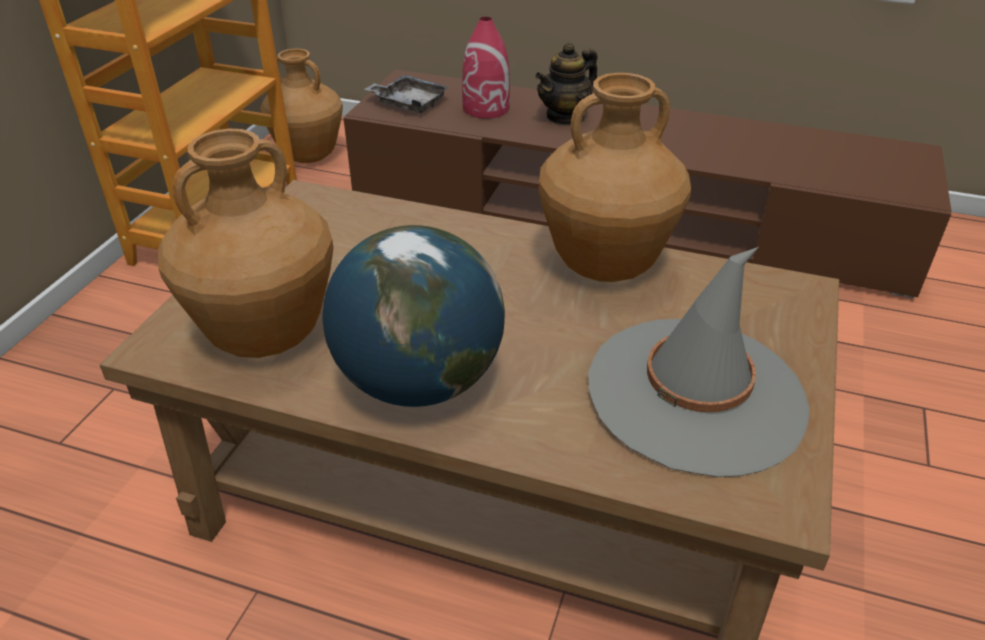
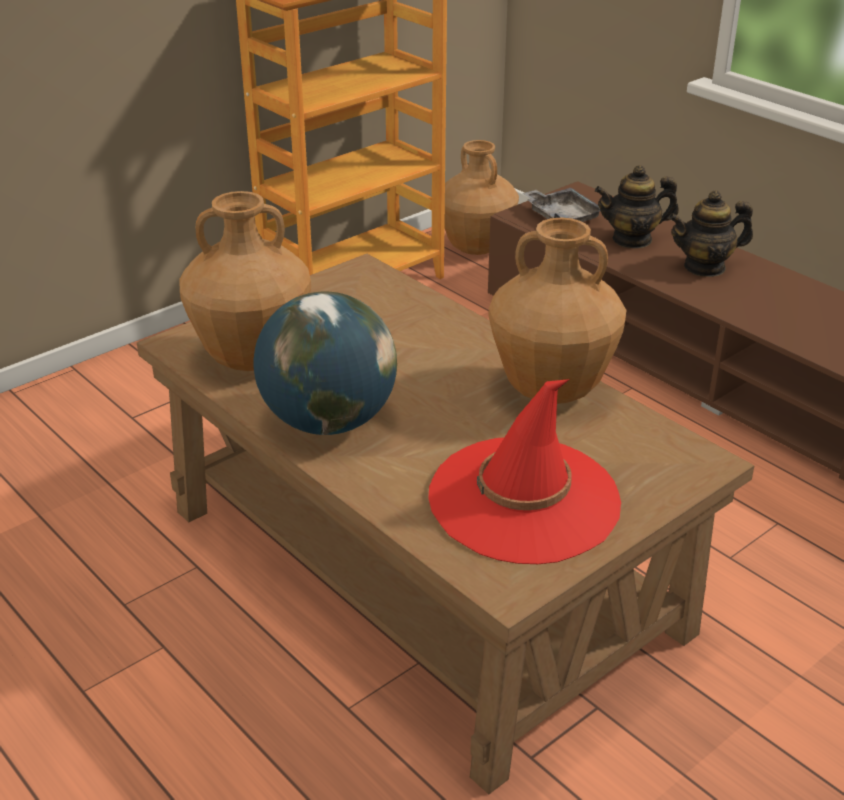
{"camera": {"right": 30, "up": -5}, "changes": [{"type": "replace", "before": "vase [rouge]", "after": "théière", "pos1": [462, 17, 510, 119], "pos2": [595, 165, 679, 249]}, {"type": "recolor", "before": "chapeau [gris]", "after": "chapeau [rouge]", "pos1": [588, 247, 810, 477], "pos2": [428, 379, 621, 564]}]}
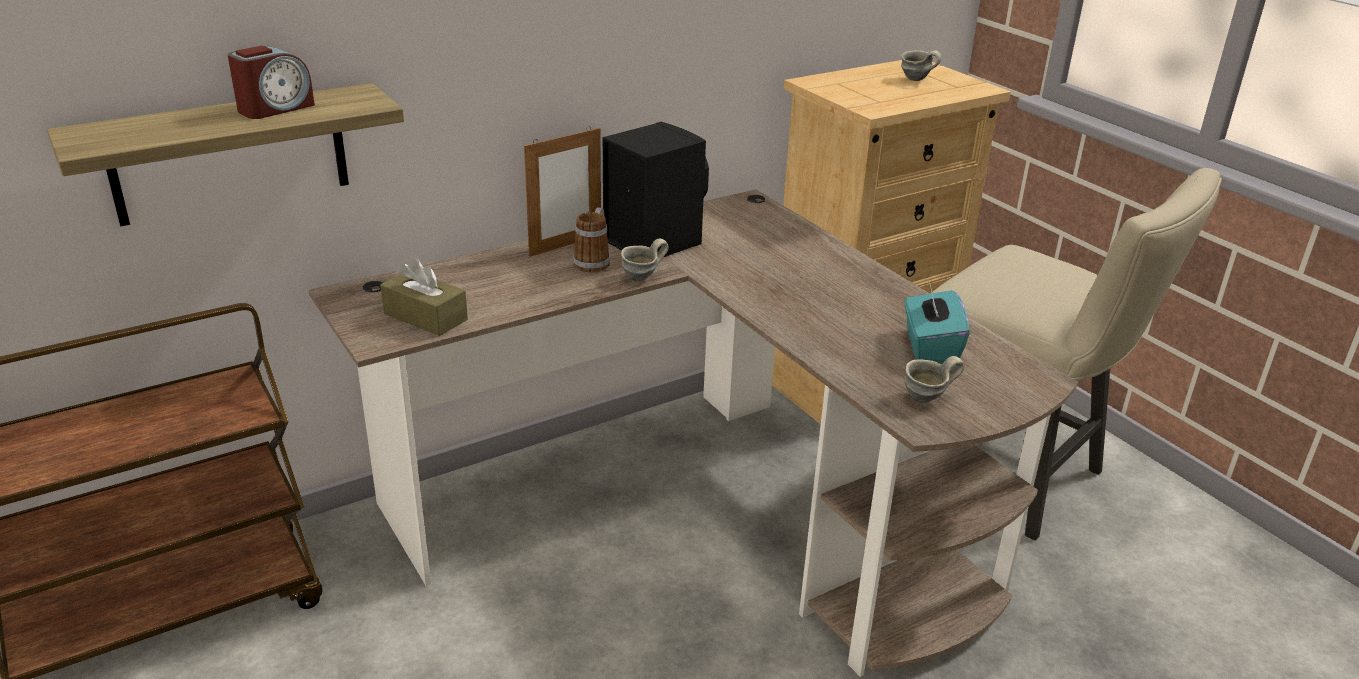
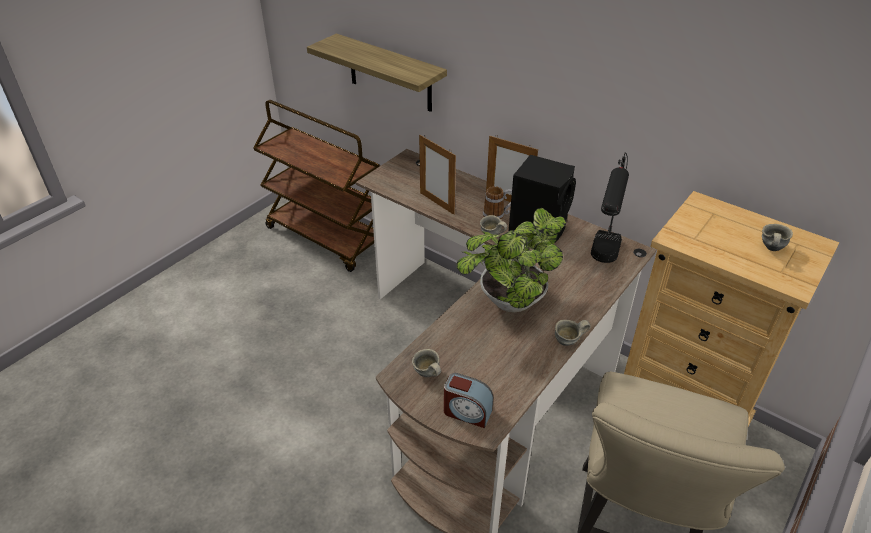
{"camera": {"right": 70, "up": 10}, "changes": [{"type": "delete", "before": "boîte à mouchoirs [marron]", "pos1": [380, 259, 468, 336]}, {"type": "delete", "before": "boîte à mouchoirs [turquoise]", "pos1": [905, 285, 970, 363]}, {"type": "insert", "after": "cadre photo", "pos2": [419, 135, 456, 215]}, {"type": "insert", "after": "plante en pot", "pos2": [457, 208, 566, 312]}, {"type": "insert", "after": "mug [gris]", "pos2": [555, 320, 591, 346]}, {"type": "insert", "after": "lampe de table [noir]", "pos2": [591, 152, 629, 263]}, {"type": "move", "before": "réveil", "pos1": [228, 45, 315, 119], "pos2": [444, 373, 493, 428]}]}
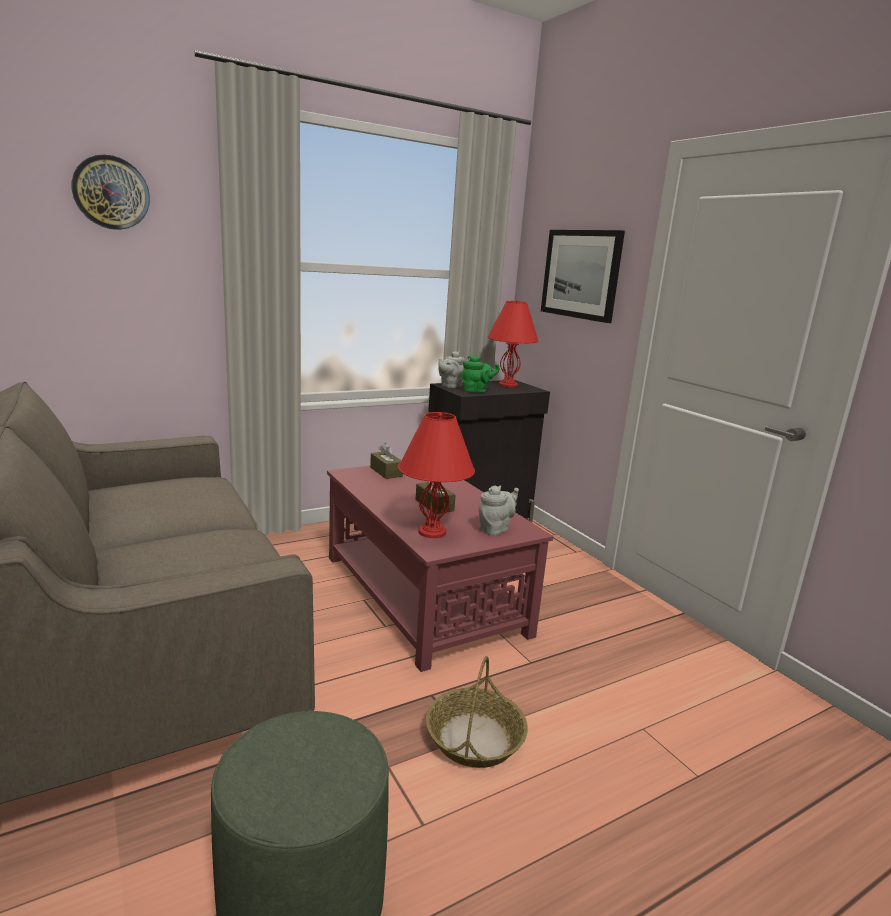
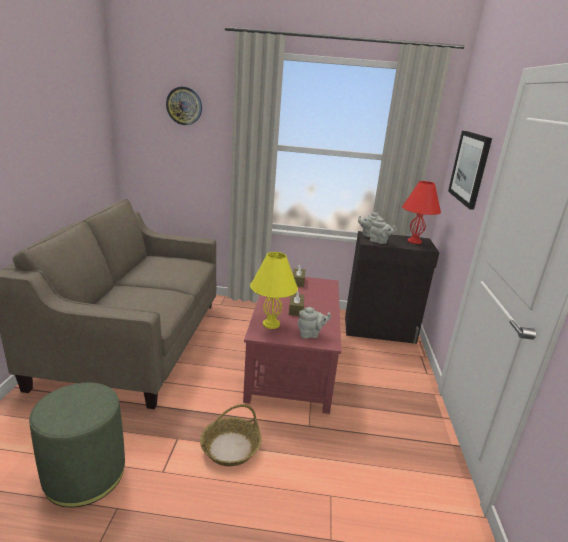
{"camera": {"right": 35, "up": 5}, "changes": [{"type": "recolor", "before": "lampe de table [rouge]", "after": "lampe de table [jaune]", "pos1": [398, 412, 475, 538], "pos2": [250, 252, 298, 329]}, {"type": "recolor", "before": "théière [vert]", "after": "théière [gris]", "pos1": [461, 356, 500, 393], "pos2": [370, 217, 397, 244]}]}
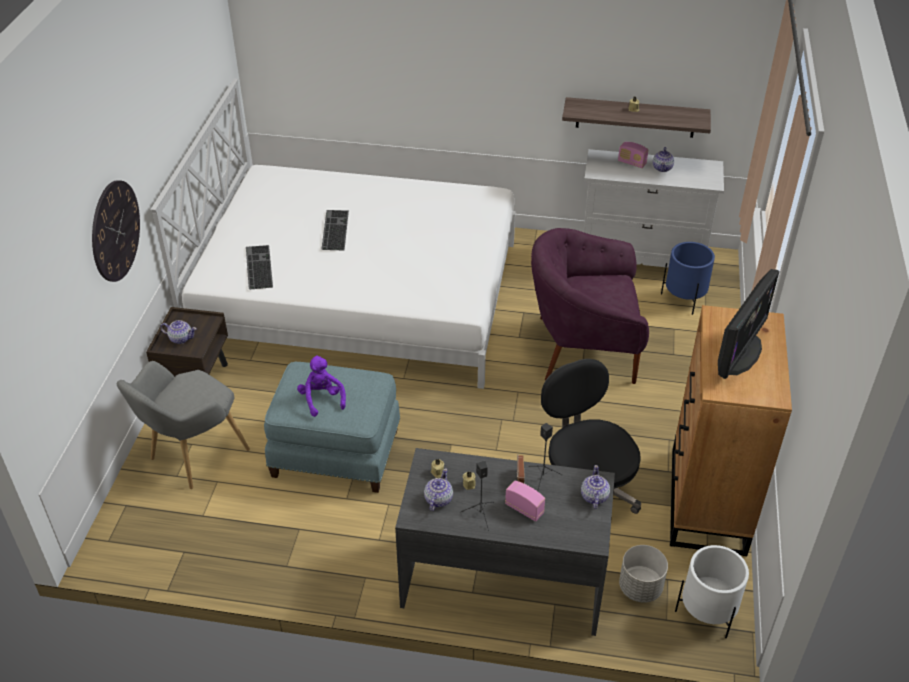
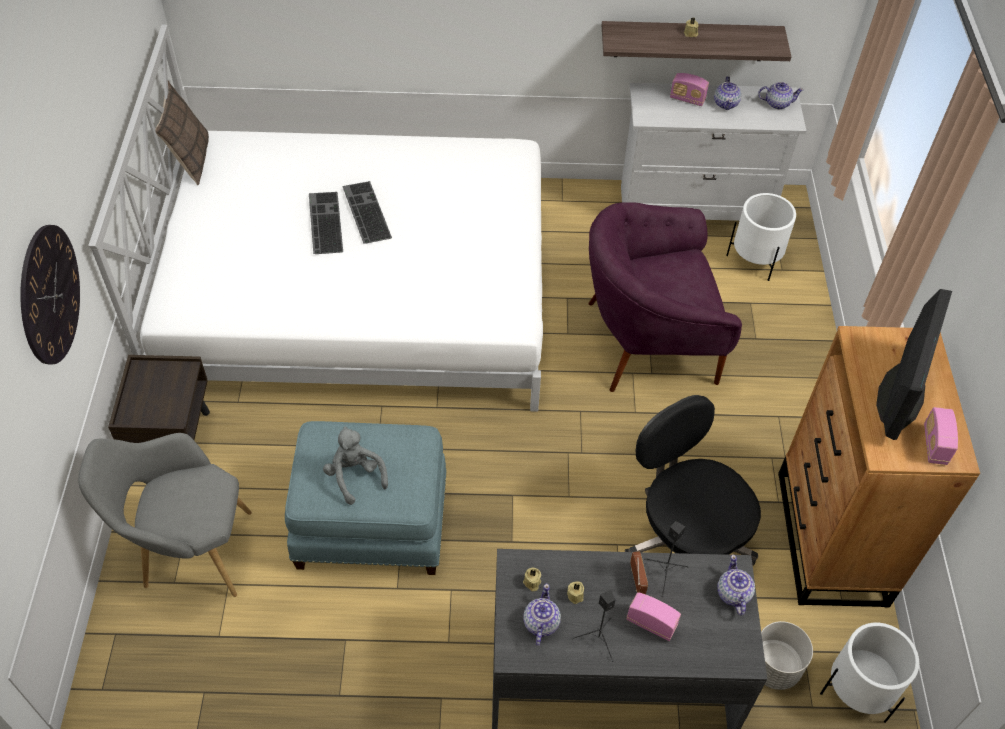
{"camera": {"right": -10, "up": 10}, "changes": [{"type": "insert", "after": "coussin", "pos2": [155, 81, 209, 185]}, {"type": "insert", "after": "radio", "pos2": [924, 407, 958, 465]}, {"type": "move", "before": "théière", "pos1": [160, 320, 197, 344], "pos2": [758, 82, 804, 109]}, {"type": "move", "before": "clavier", "pos1": [246, 245, 273, 289], "pos2": [342, 181, 392, 244]}, {"type": "recolor", "before": "peluche [violet]", "after": "peluche [gris]", "pos1": [297, 355, 346, 417], "pos2": [323, 426, 388, 505]}, {"type": "recolor", "before": "cache-pot [bleu]", "after": "cache-pot [blanc]", "pos1": [661, 242, 715, 315], "pos2": [726, 193, 796, 281]}, {"type": "rotate", "before": "fauteuil [gris]", "pos1": [117, 361, 250, 489], "pos2": [78, 433, 252, 597], "turn": 60}]}
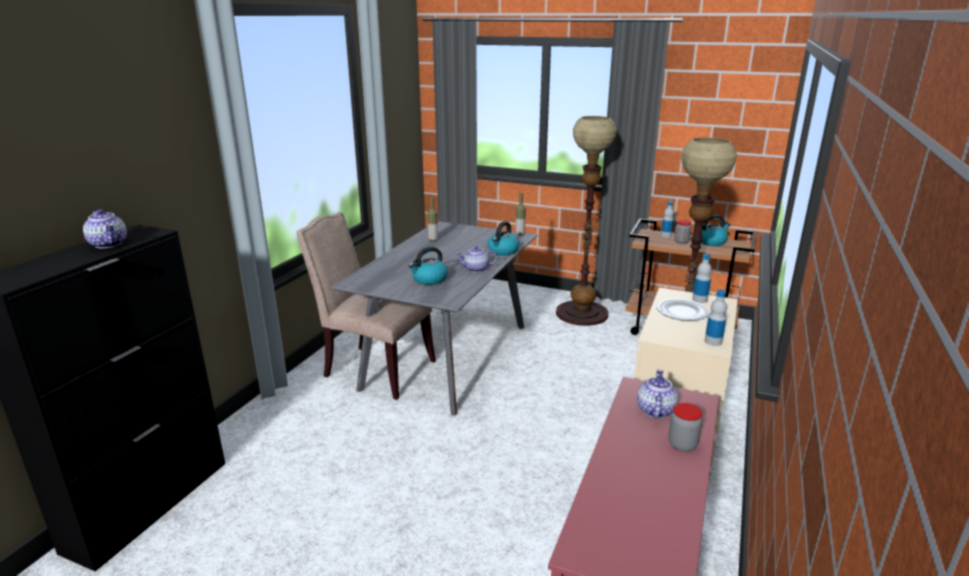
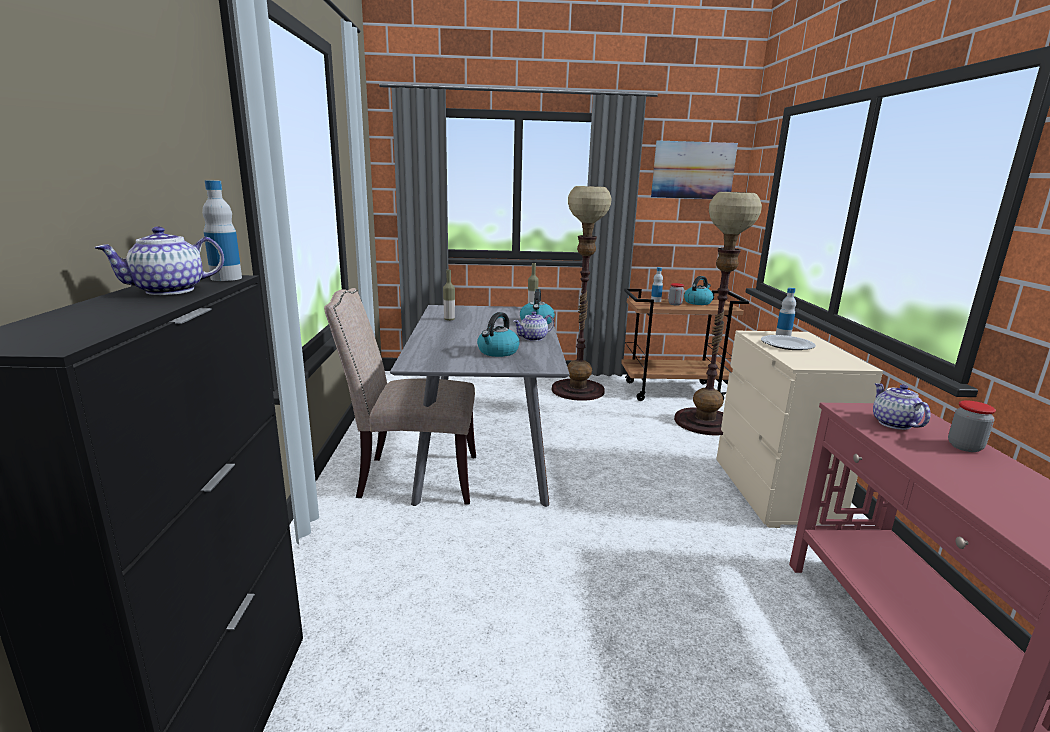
{"camera": {"right": -25, "up": -5}, "changes": [{"type": "insert", "after": "tableau", "pos2": [651, 140, 738, 199]}, {"type": "move", "before": "bouteille", "pos1": [705, 289, 727, 346], "pos2": [202, 180, 242, 281]}, {"type": "rotate", "before": "théière", "pos1": [83, 209, 127, 248], "pos2": [94, 226, 224, 295], "turn": 120}]}
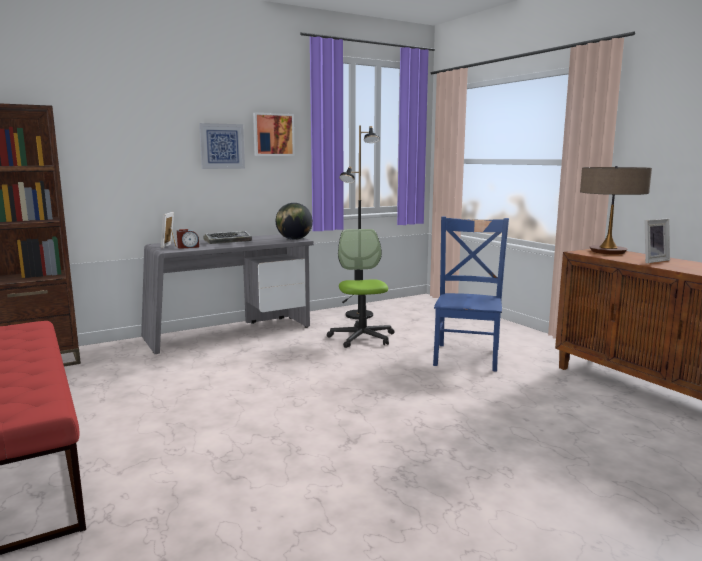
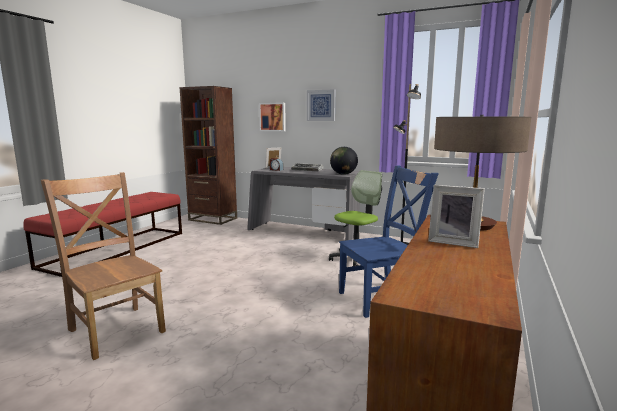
{"camera": {"right": 55, "up": 0}, "changes": [{"type": "insert", "after": "chaise [marron]", "pos2": [41, 172, 166, 360]}, {"type": "move", "before": "tableau", "pos1": [253, 113, 295, 156], "pos2": [259, 103, 286, 131]}]}
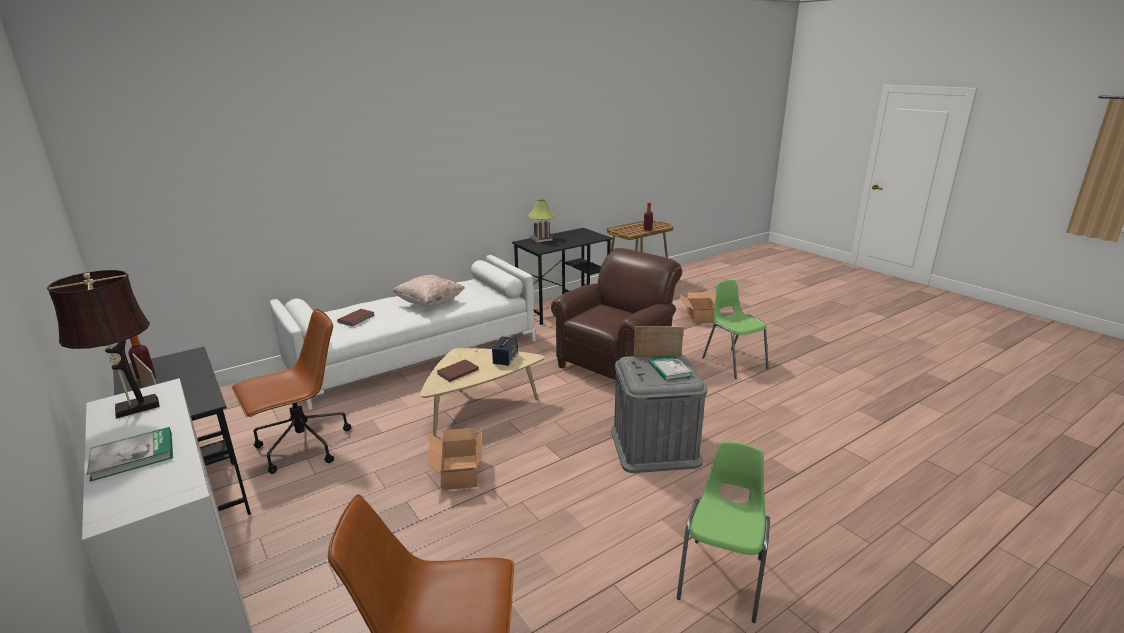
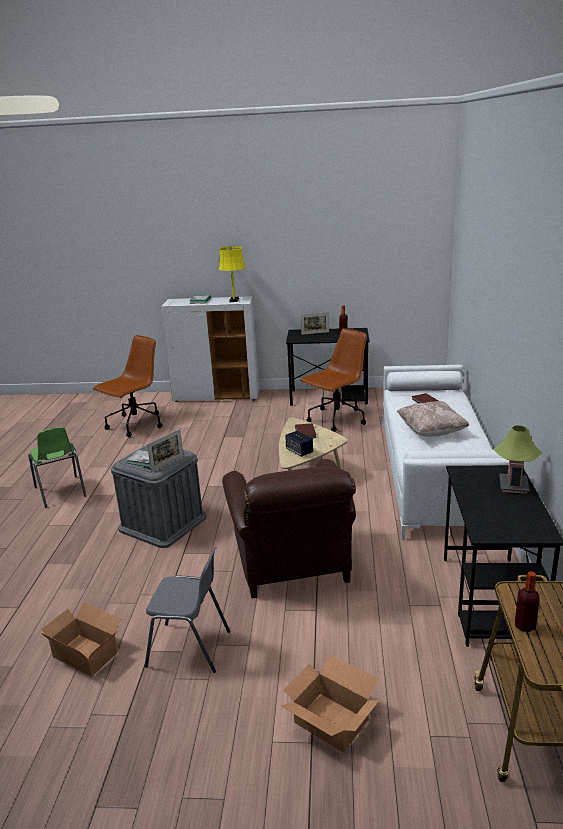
{"camera": {"right": 130, "up": 0}, "changes": [{"type": "move", "before": "carton", "pos1": [427, 428, 482, 490], "pos2": [40, 602, 121, 677]}, {"type": "recolor", "before": "lampe de table [marron]", "after": "lampe de table [jaune]", "pos1": [47, 270, 160, 419], "pos2": [219, 245, 245, 302]}, {"type": "recolor", "before": "chaise [vert]", "after": "chaise [gris]", "pos1": [702, 280, 768, 379], "pos2": [145, 547, 230, 673]}, {"type": "rotate", "before": "chaise de bureau [marron]", "pos1": [232, 309, 351, 474], "pos2": [300, 328, 367, 432], "turn": -135}]}
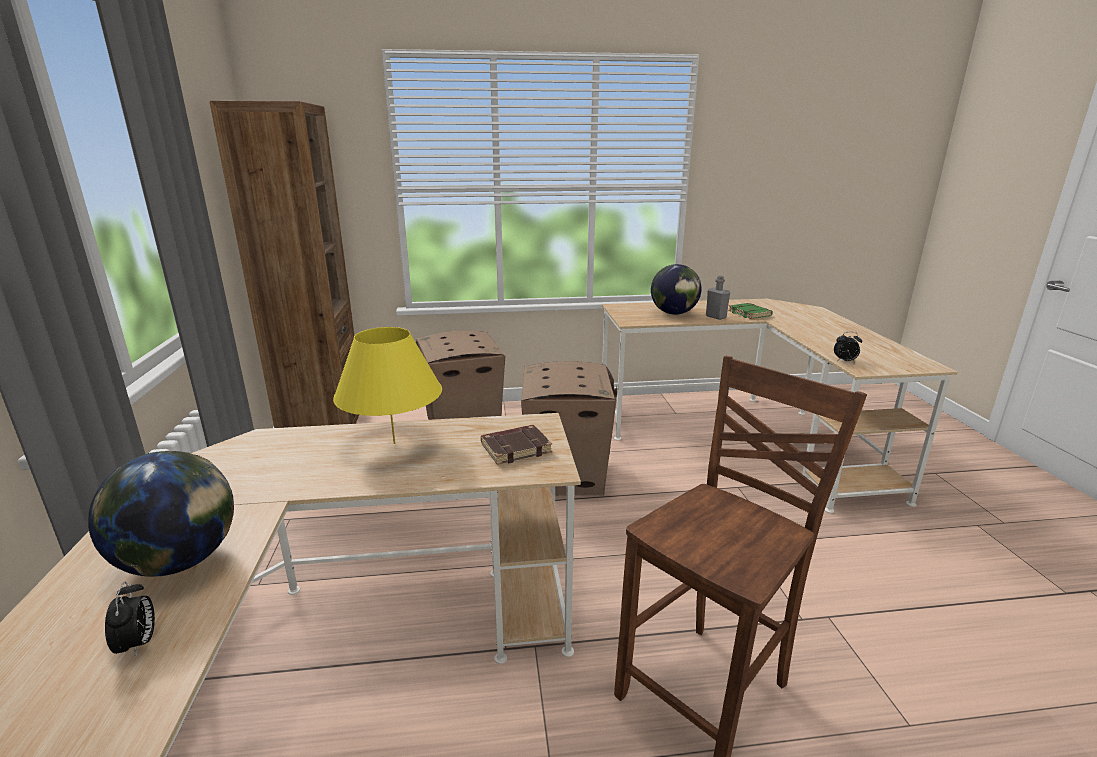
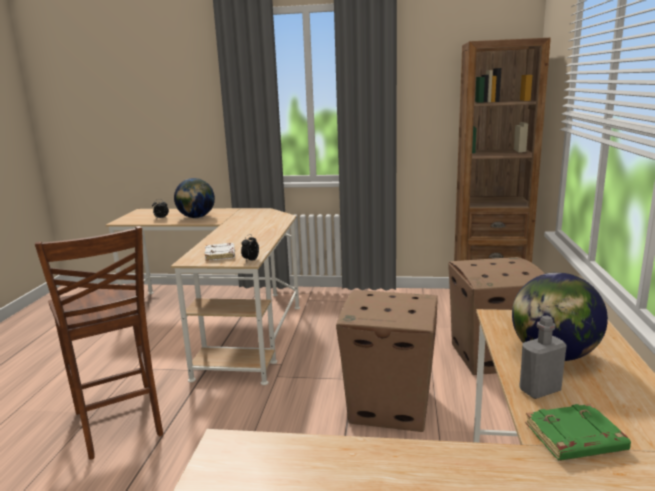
{"camera": {"right": 105, "up": -5}, "changes": [{"type": "delete", "before": "lampe de table [jaune]", "pos1": [333, 327, 442, 444]}, {"type": "move", "before": "réveil", "pos1": [834, 332, 862, 361], "pos2": [241, 234, 259, 262]}, {"type": "recolor", "before": "livre [marron]", "after": "livre [blanc]", "pos1": [481, 425, 552, 465], "pos2": [205, 243, 235, 261]}]}
